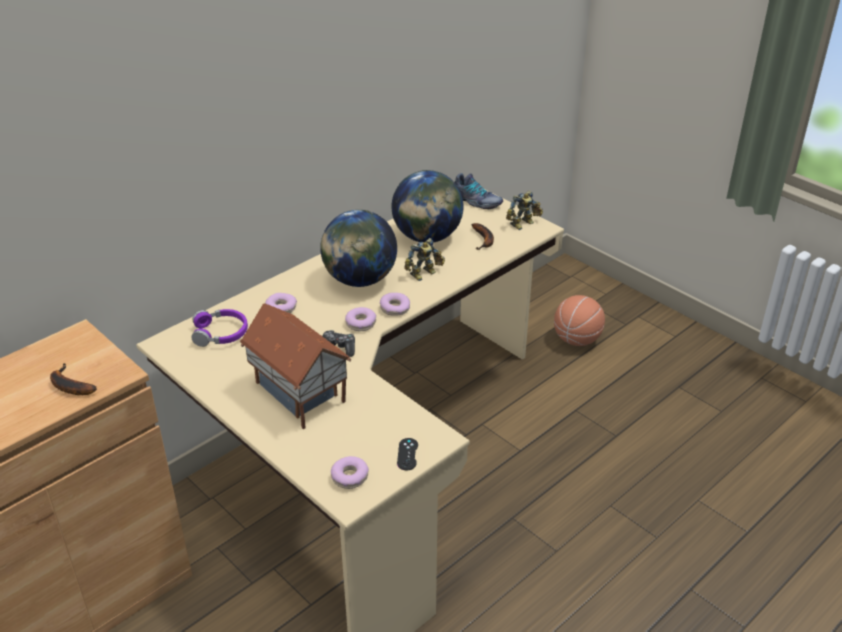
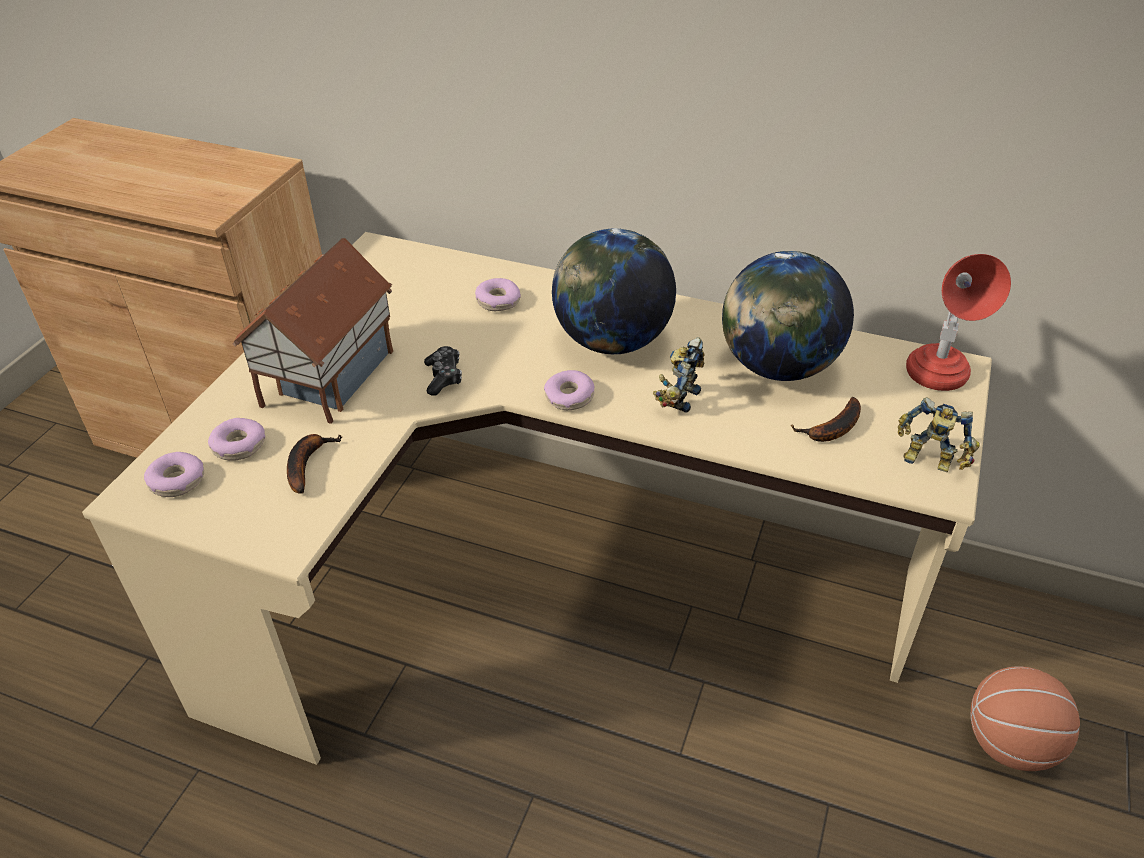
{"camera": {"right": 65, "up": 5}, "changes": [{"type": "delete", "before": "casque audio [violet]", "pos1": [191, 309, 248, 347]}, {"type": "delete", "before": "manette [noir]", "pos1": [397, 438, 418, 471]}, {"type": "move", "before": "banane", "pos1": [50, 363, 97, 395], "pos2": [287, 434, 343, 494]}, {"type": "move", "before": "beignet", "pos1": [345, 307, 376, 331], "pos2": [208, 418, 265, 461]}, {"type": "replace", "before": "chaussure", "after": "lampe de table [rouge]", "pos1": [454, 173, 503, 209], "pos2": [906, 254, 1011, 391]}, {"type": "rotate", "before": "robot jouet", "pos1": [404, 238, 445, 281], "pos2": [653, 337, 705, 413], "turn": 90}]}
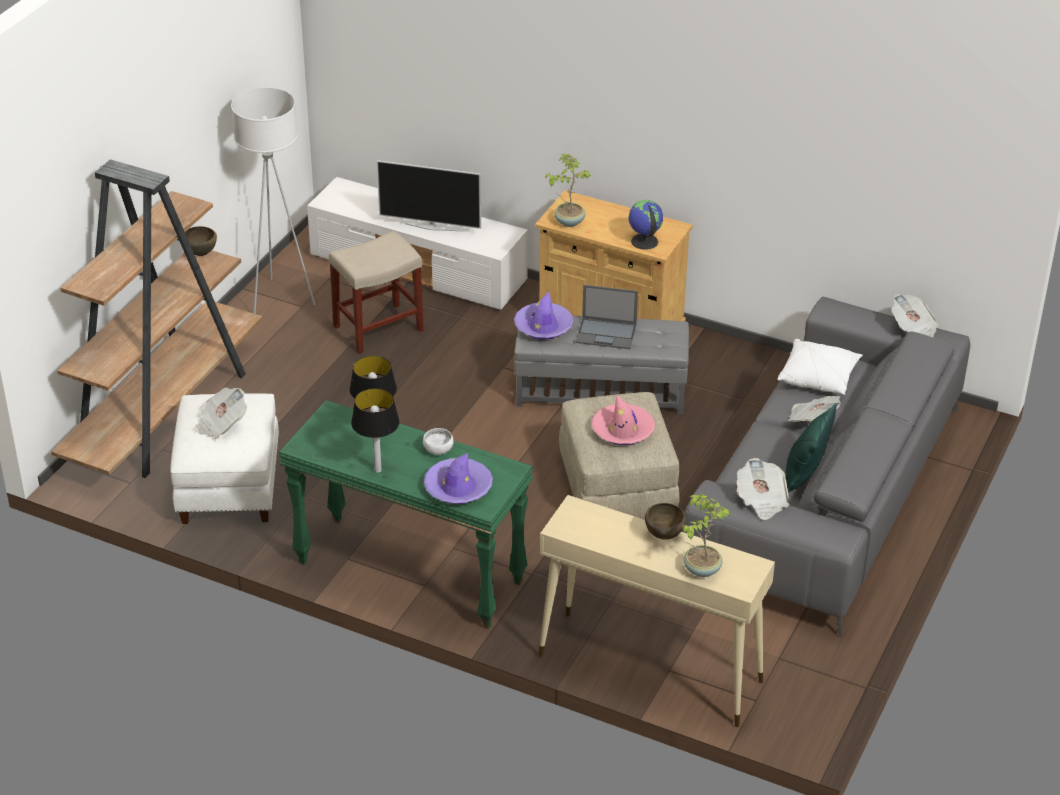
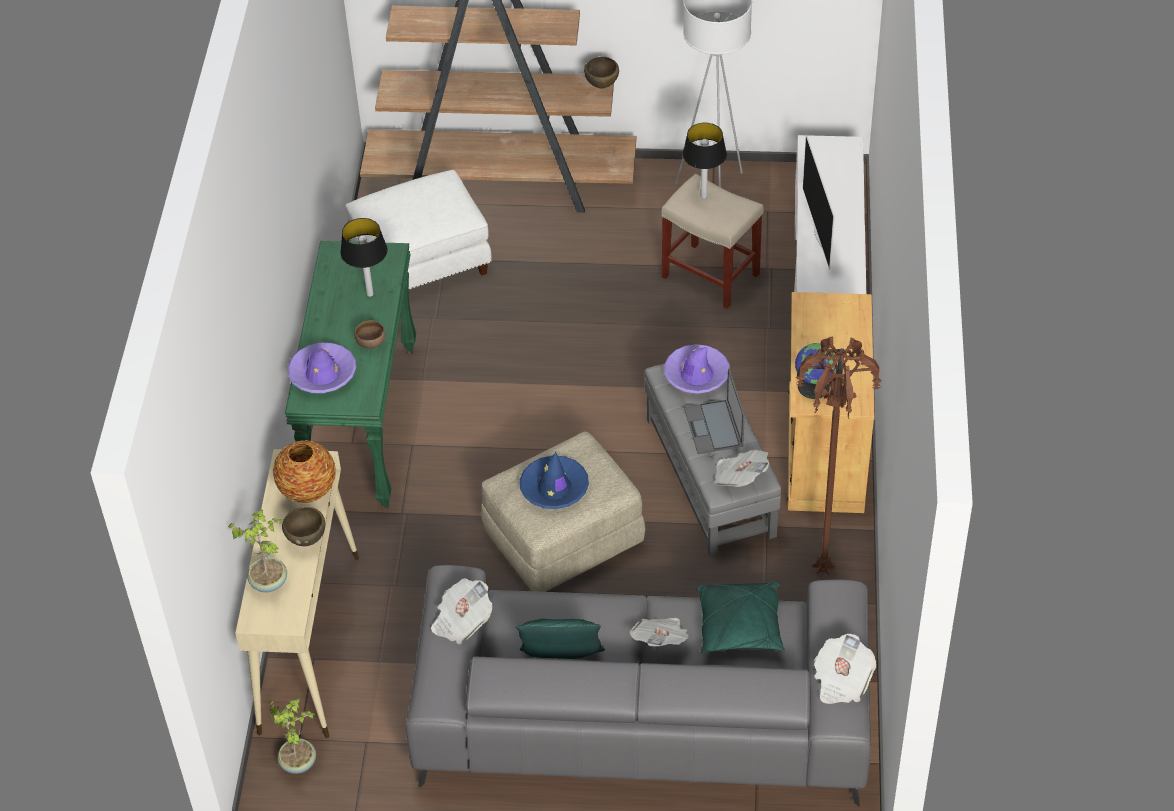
{"camera": {"right": 70, "up": 10}, "changes": [{"type": "insert", "after": "vase", "pos2": [273, 440, 336, 503]}, {"type": "insert", "after": "lampadaire [marron]", "pos2": [796, 336, 882, 575]}, {"type": "move", "before": "journal", "pos1": [194, 387, 247, 439], "pos2": [713, 449, 769, 487]}, {"type": "move", "before": "lampe de table", "pos1": [351, 388, 400, 473], "pos2": [683, 123, 727, 199]}, {"type": "move", "before": "plante en pot", "pos1": [545, 154, 591, 227], "pos2": [269, 699, 316, 774]}, {"type": "recolor", "before": "bol [blanc]", "after": "bol [marron]", "pos1": [423, 428, 454, 455], "pos2": [355, 320, 386, 349]}, {"type": "recolor", "before": "chapeau [rose]", "after": "chapeau [bleu]", "pos1": [592, 395, 655, 445], "pos2": [520, 452, 589, 509]}, {"type": "recolor", "before": "coussin [blanc]", "after": "coussin [vert]", "pos1": [777, 339, 863, 395], "pos2": [696, 582, 785, 653]}]}
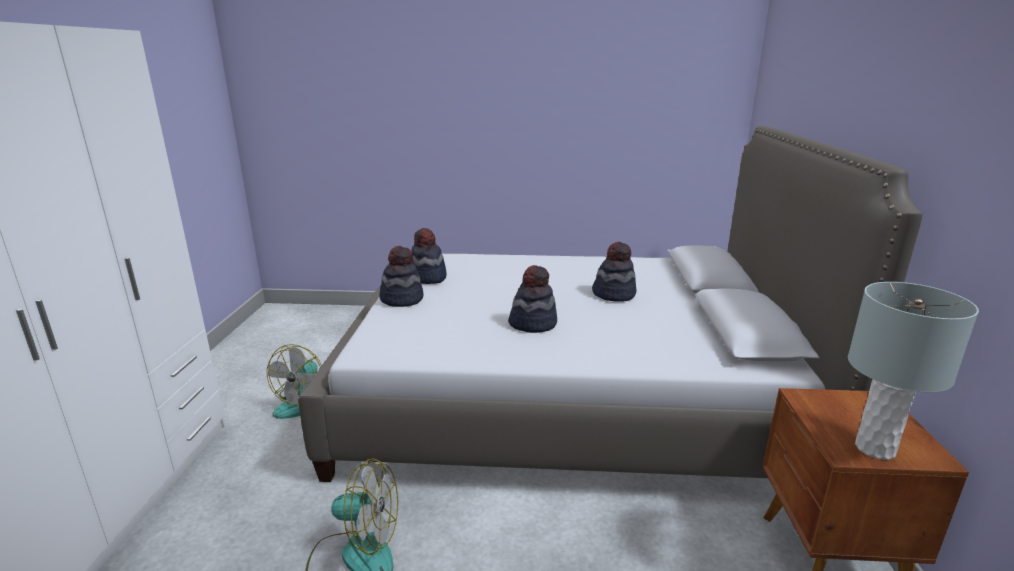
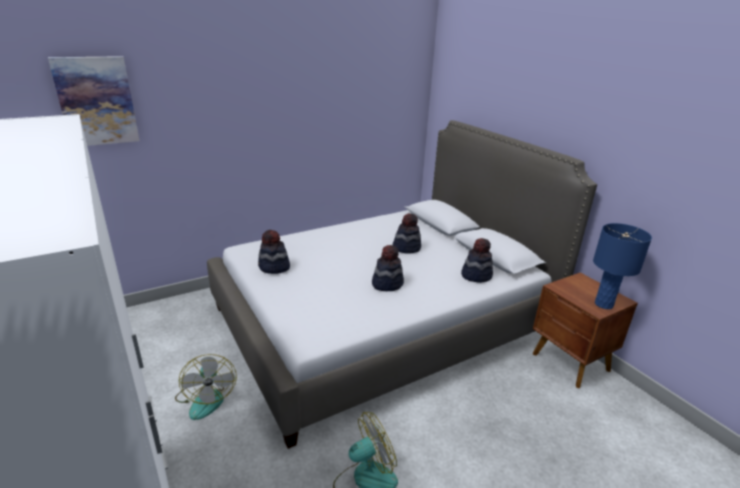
{"camera": {"right": -35, "up": 5}, "changes": [{"type": "insert", "after": "tableau", "pos2": [48, 56, 140, 146]}, {"type": "move", "before": "chapeau", "pos1": [379, 246, 424, 307], "pos2": [461, 238, 493, 283]}, {"type": "recolor", "before": "lampe de table [gris]", "after": "lampe de table [bleu]", "pos1": [848, 282, 979, 460], "pos2": [593, 223, 652, 309]}]}
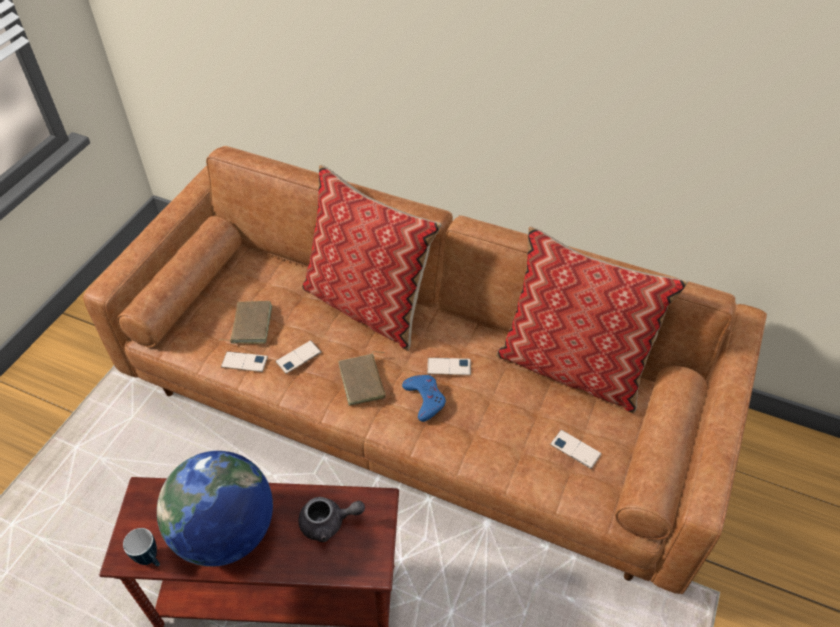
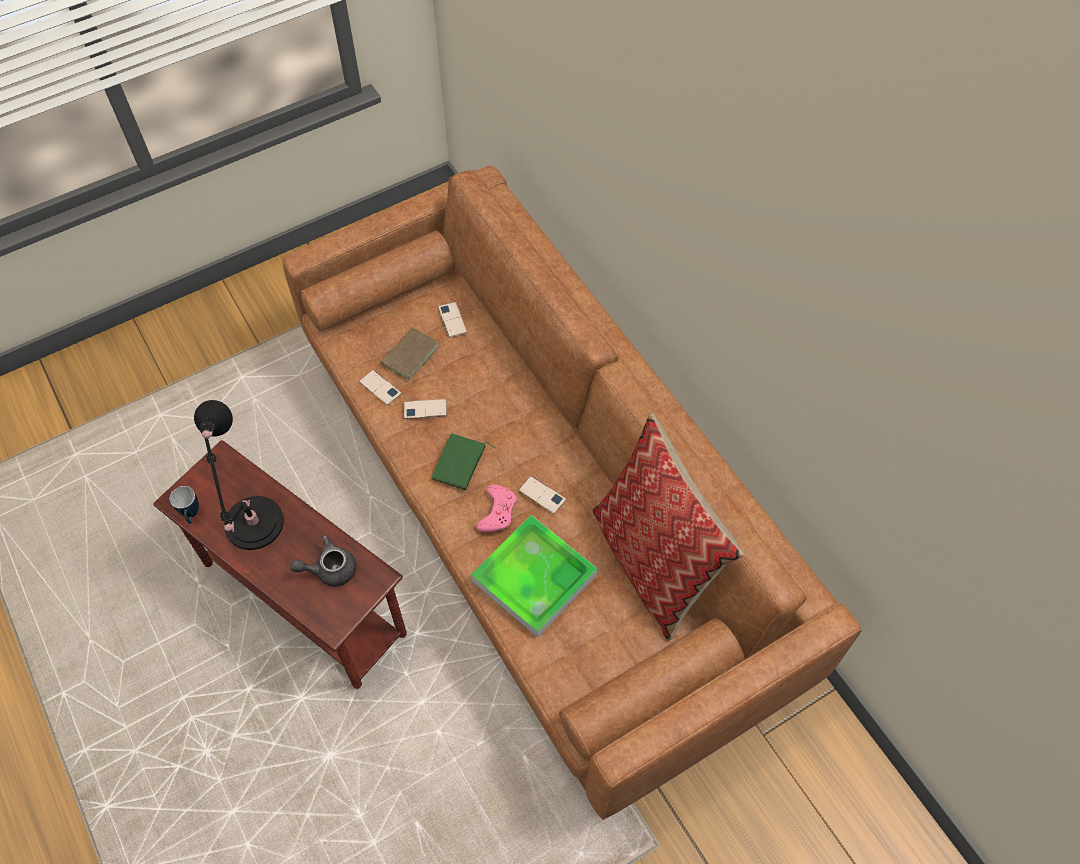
{"camera": {"right": 35, "up": 10}, "changes": [{"type": "delete", "before": "coussin", "pos1": [302, 165, 442, 351]}, {"type": "insert", "after": "plateau", "pos2": [471, 515, 597, 638]}, {"type": "move", "before": "téléphone", "pos1": [550, 430, 602, 469], "pos2": [438, 302, 467, 338]}, {"type": "replace", "before": "globe", "after": "lampe de table [noir]", "pos1": [157, 451, 273, 567], "pos2": [194, 400, 284, 550]}, {"type": "recolor", "before": "livre [marron]", "after": "livre [vert]", "pos1": [338, 351, 386, 406], "pos2": [431, 433, 496, 490]}, {"type": "recolor", "before": "manette [bleu]", "after": "manette [rose]", "pos1": [402, 375, 446, 422], "pos2": [476, 484, 517, 532]}, {"type": "rotate", "before": "théière [gris]", "pos1": [298, 497, 365, 542], "pos2": [290, 535, 356, 586], "turn": 135}]}
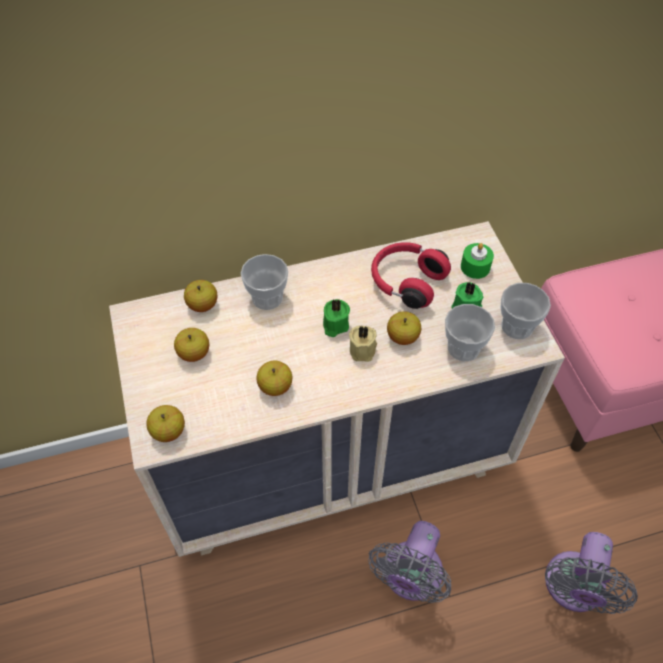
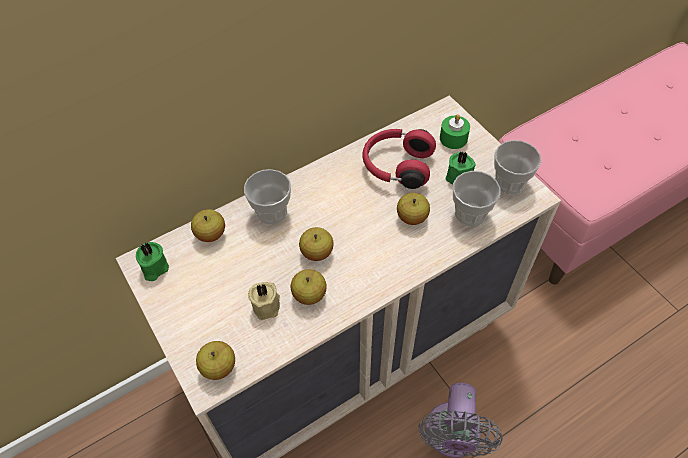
{"camera": {"right": -15, "up": 0}, "changes": [{"type": "delete", "before": "ventilateur [gris]", "pos1": [545, 532, 638, 614]}, {"type": "move", "before": "pomme", "pos1": [174, 328, 209, 362], "pos2": [299, 227, 333, 261]}, {"type": "move", "before": "bougie [vert]", "pos1": [323, 299, 350, 337], "pos2": [136, 242, 169, 281]}, {"type": "move", "before": "bougie [beige]", "pos1": [349, 326, 377, 362], "pos2": [248, 282, 280, 320]}]}
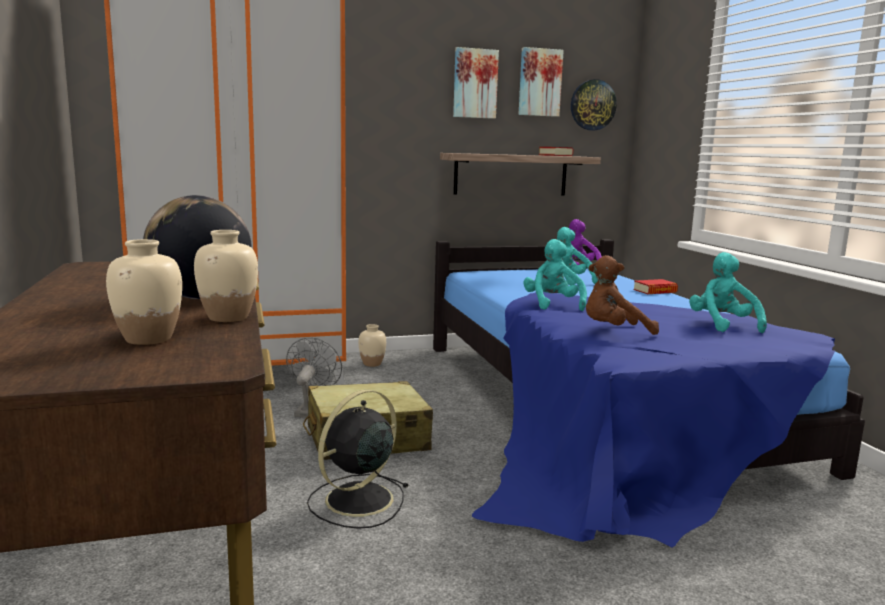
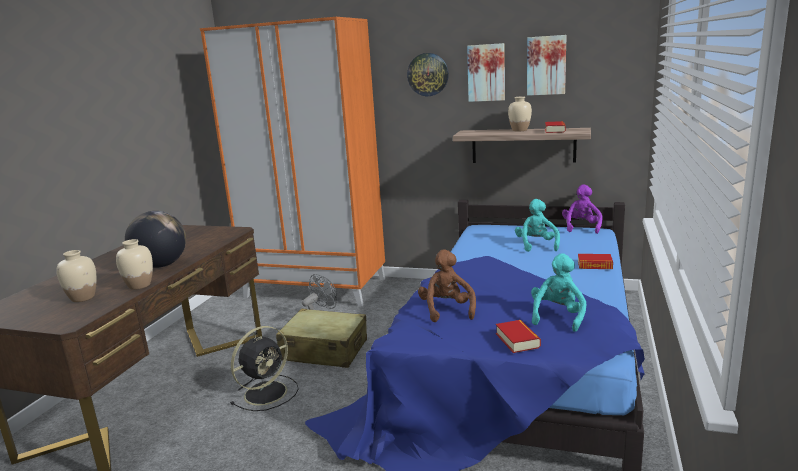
{"camera": {"right": 35, "up": 5}, "changes": [{"type": "delete", "before": "peluche [turquoise]", "pos1": [523, 239, 587, 311]}, {"type": "insert", "after": "livre", "pos2": [496, 320, 541, 353]}, {"type": "move", "before": "vase [beige]", "pos1": [358, 324, 386, 367], "pos2": [508, 96, 532, 131]}, {"type": "move", "before": "horloge murale", "pos1": [571, 79, 617, 131], "pos2": [407, 53, 449, 96]}, {"type": "rotate", "before": "ventilateur [noir]", "pos1": [307, 390, 409, 529], "pos2": [231, 326, 299, 411], "turn": 150}, {"type": "rotate", "before": "peluche [marron]", "pos1": [586, 255, 659, 335], "pos2": [418, 250, 476, 322], "turn": 60}]}
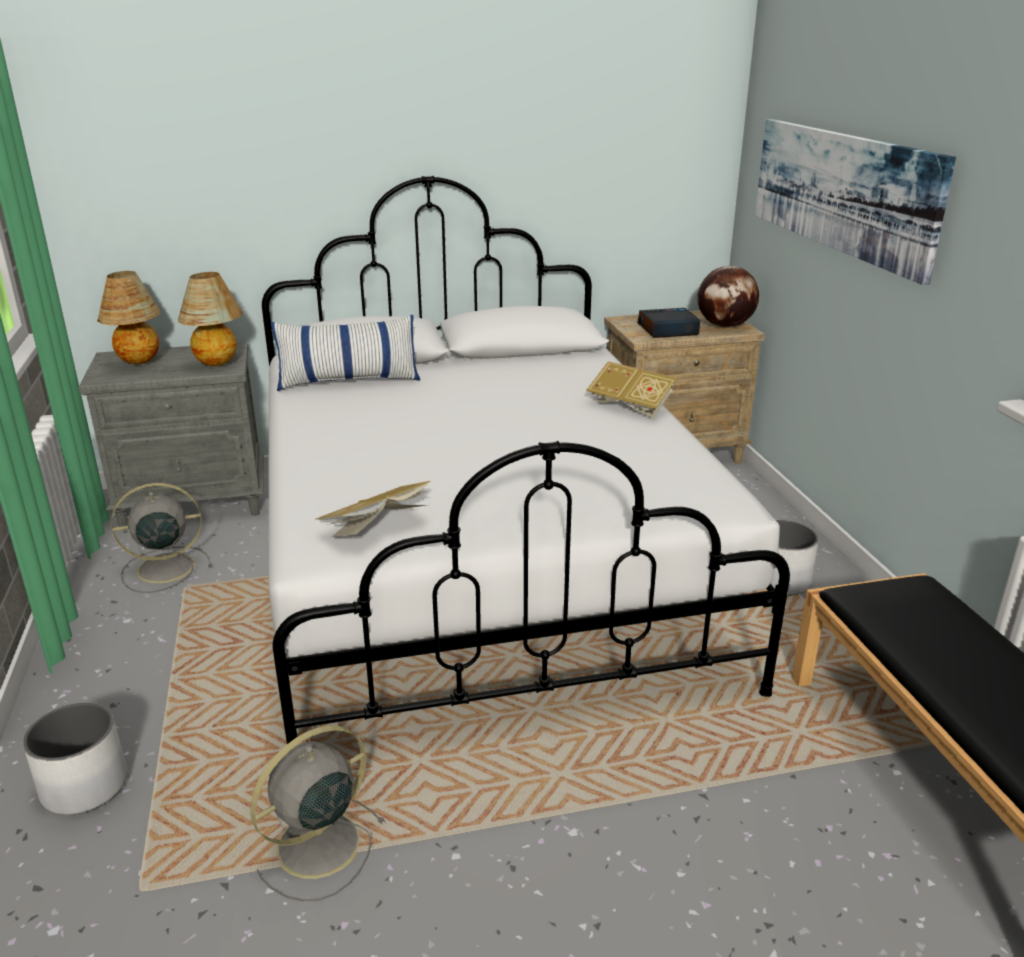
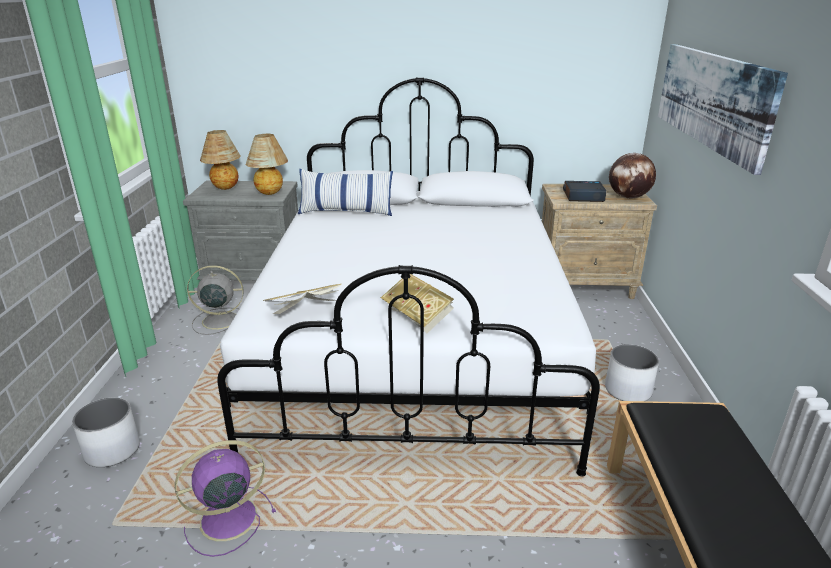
{"camera": {"right": 15, "up": 0}, "changes": [{"type": "move", "before": "livre", "pos1": [586, 361, 677, 418], "pos2": [381, 274, 454, 333]}, {"type": "recolor", "before": "ventilateur [gris]", "after": "ventilateur [violet]", "pos1": [250, 725, 385, 901], "pos2": [175, 440, 276, 557]}]}
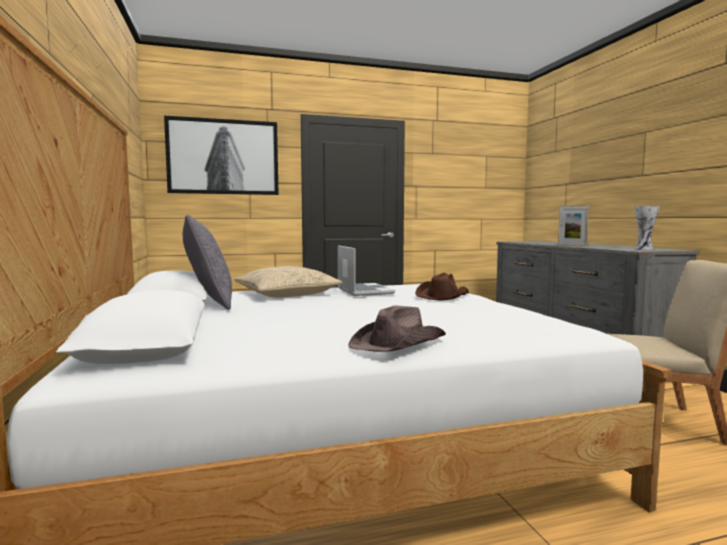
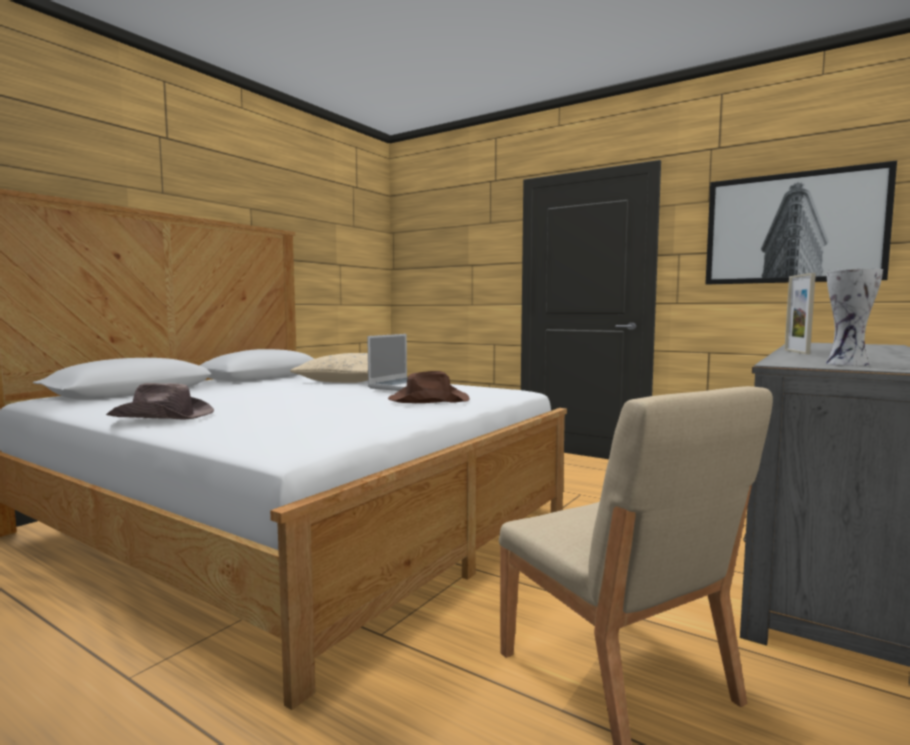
{"camera": {"right": 50, "up": 0}, "changes": [{"type": "delete", "before": "coussin [gris]", "pos1": [183, 215, 232, 310]}, {"type": "move", "before": "tableau", "pos1": [164, 116, 279, 195], "pos2": [705, 161, 897, 285]}]}
